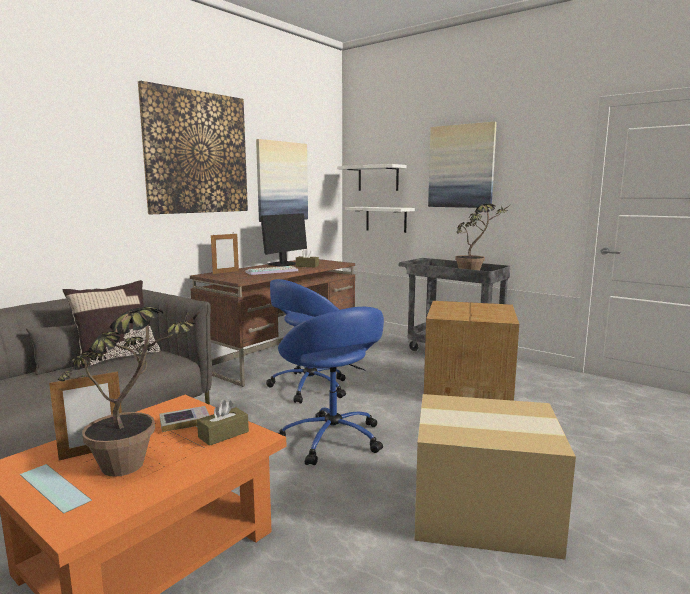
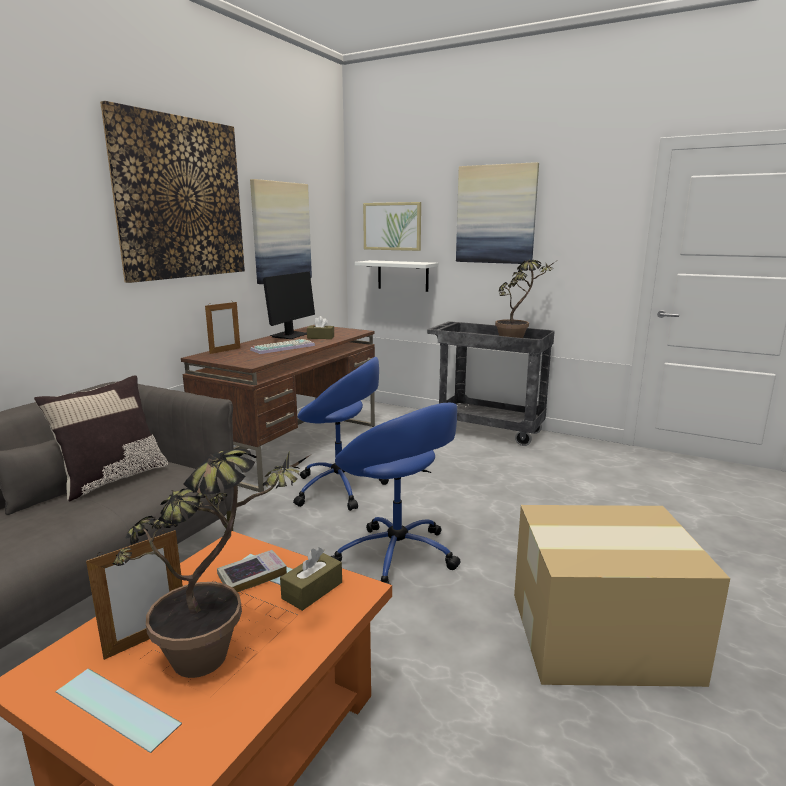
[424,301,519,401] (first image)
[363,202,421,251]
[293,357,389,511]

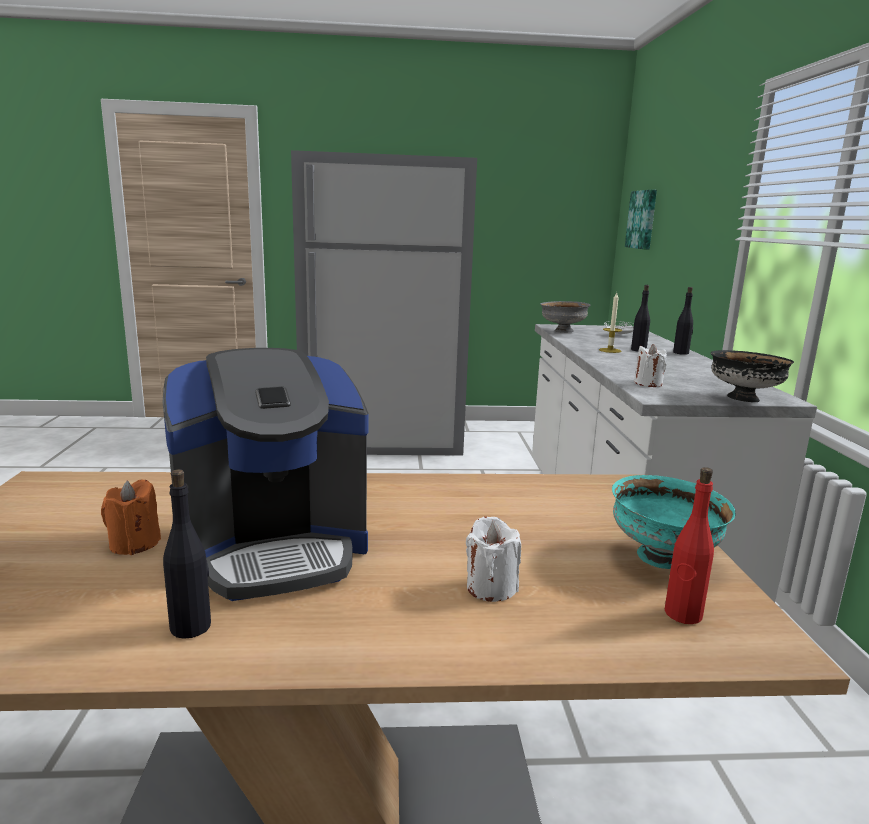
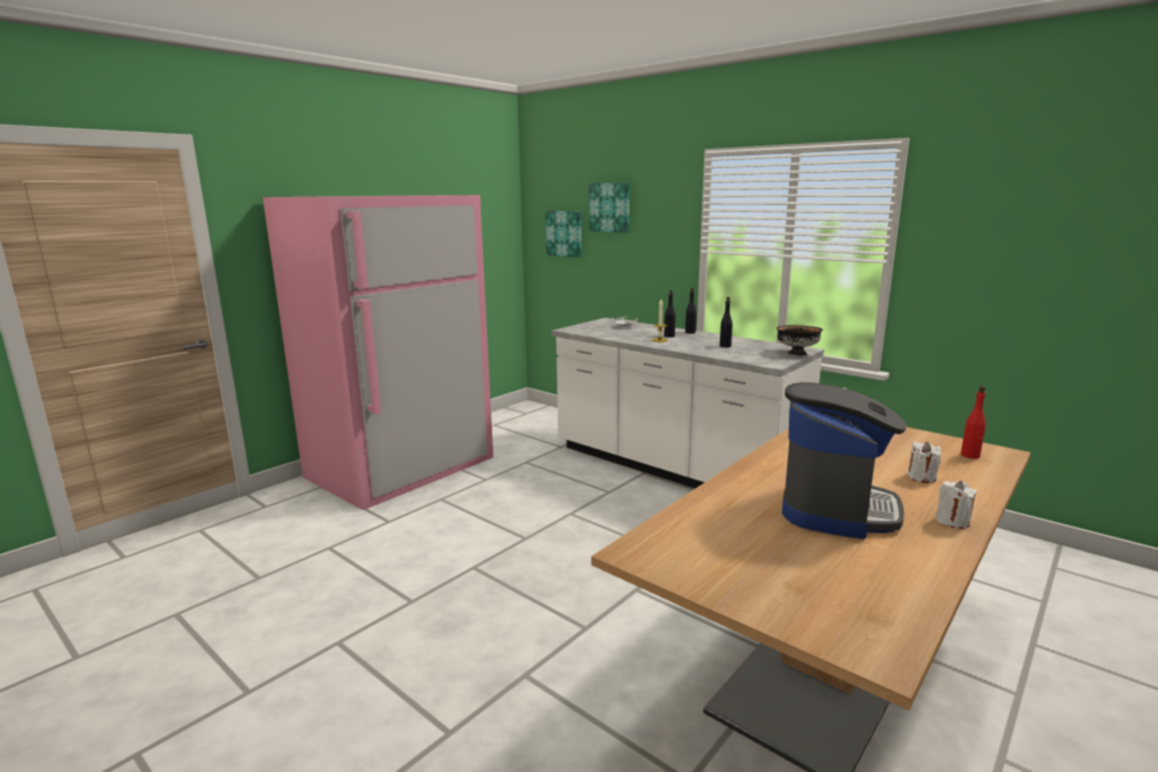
[101,479,161,555] (first image)
[540,301,590,332] (first image)
[612,475,736,569] (first image)
[589,183,629,233]
[720,297,733,348]
[935,481,977,528]
[263,195,493,510]

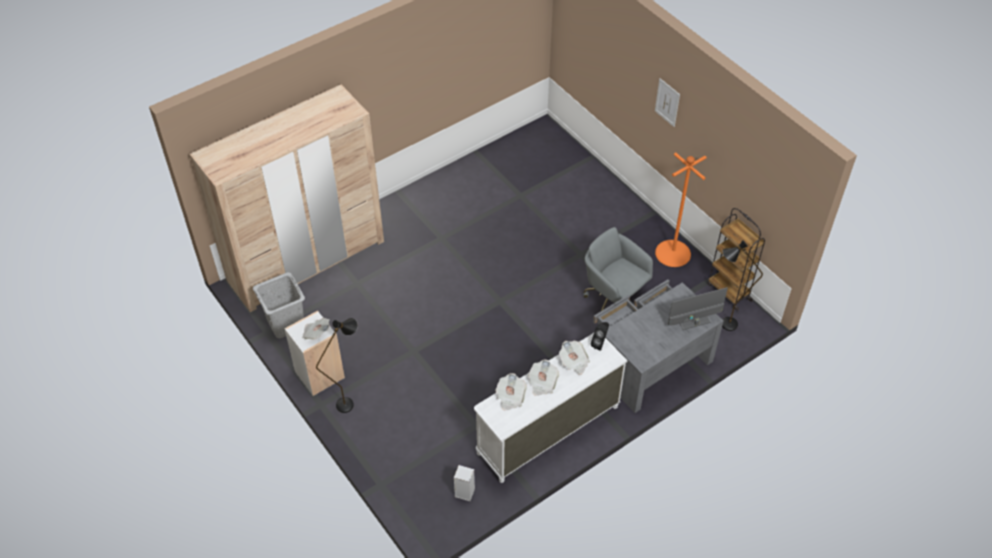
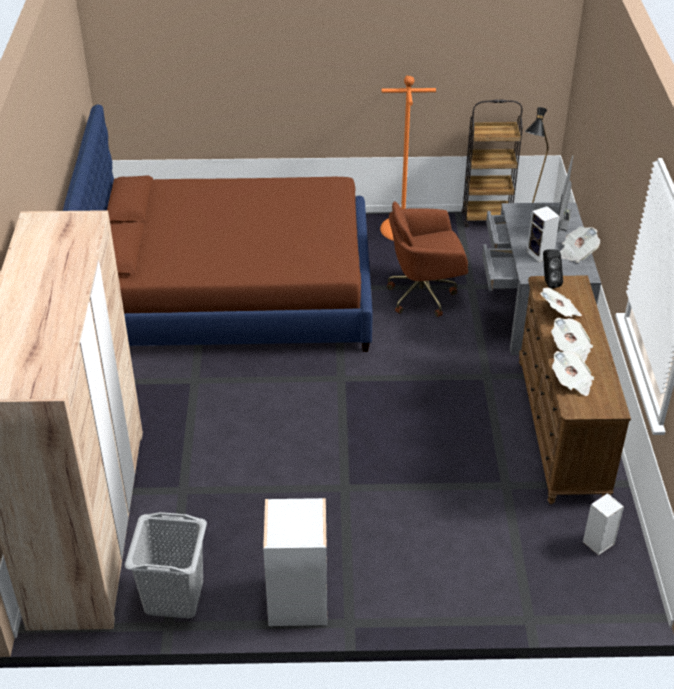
[316,318,358,413] (first image)
[655,78,680,127] (first image)
[63,104,373,352]
[527,206,560,262]
[560,227,600,263]
[519,275,631,504]
[387,201,468,317]

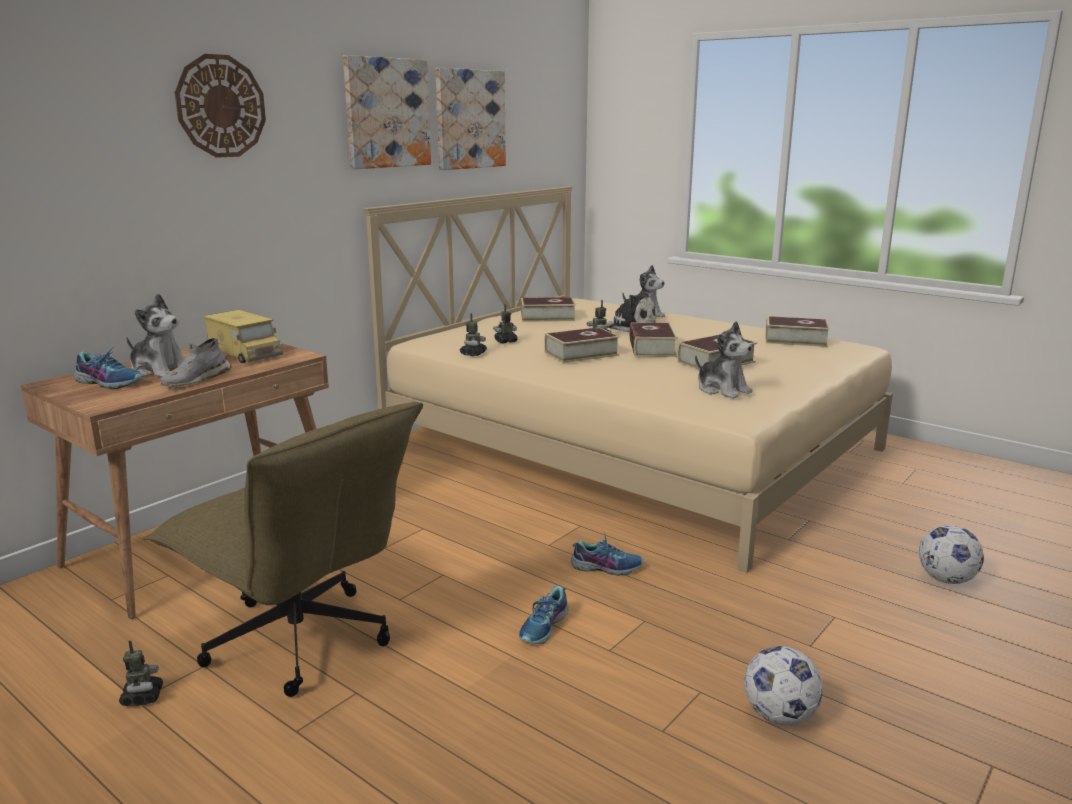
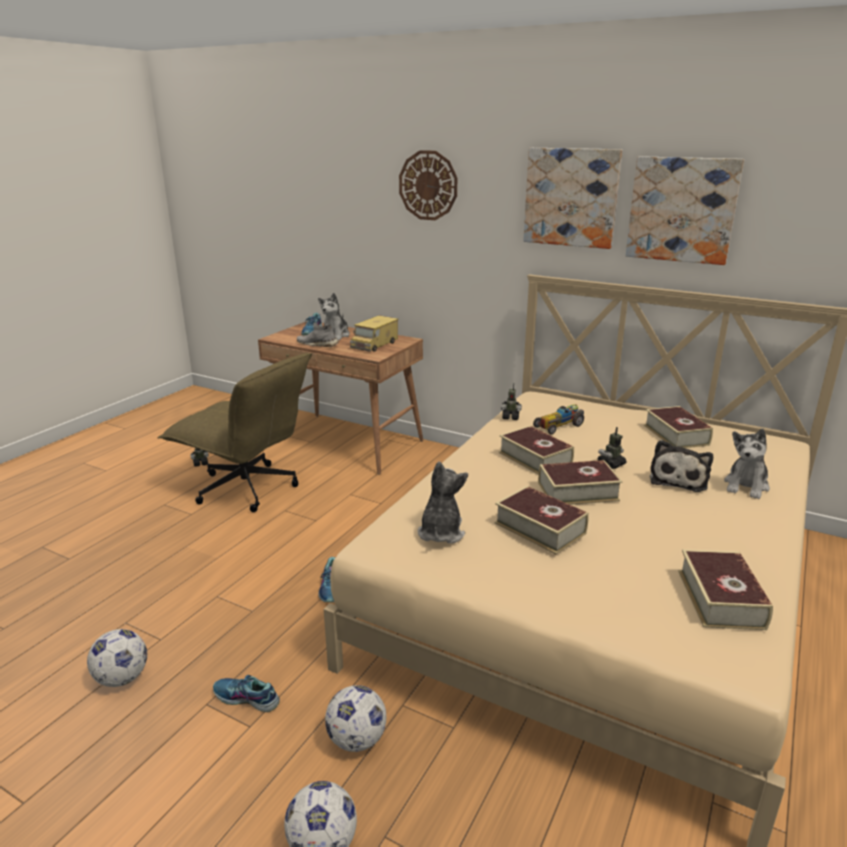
[325,685,386,752]
[213,675,280,712]
[533,404,584,435]
[157,353,312,512]
[418,461,468,544]

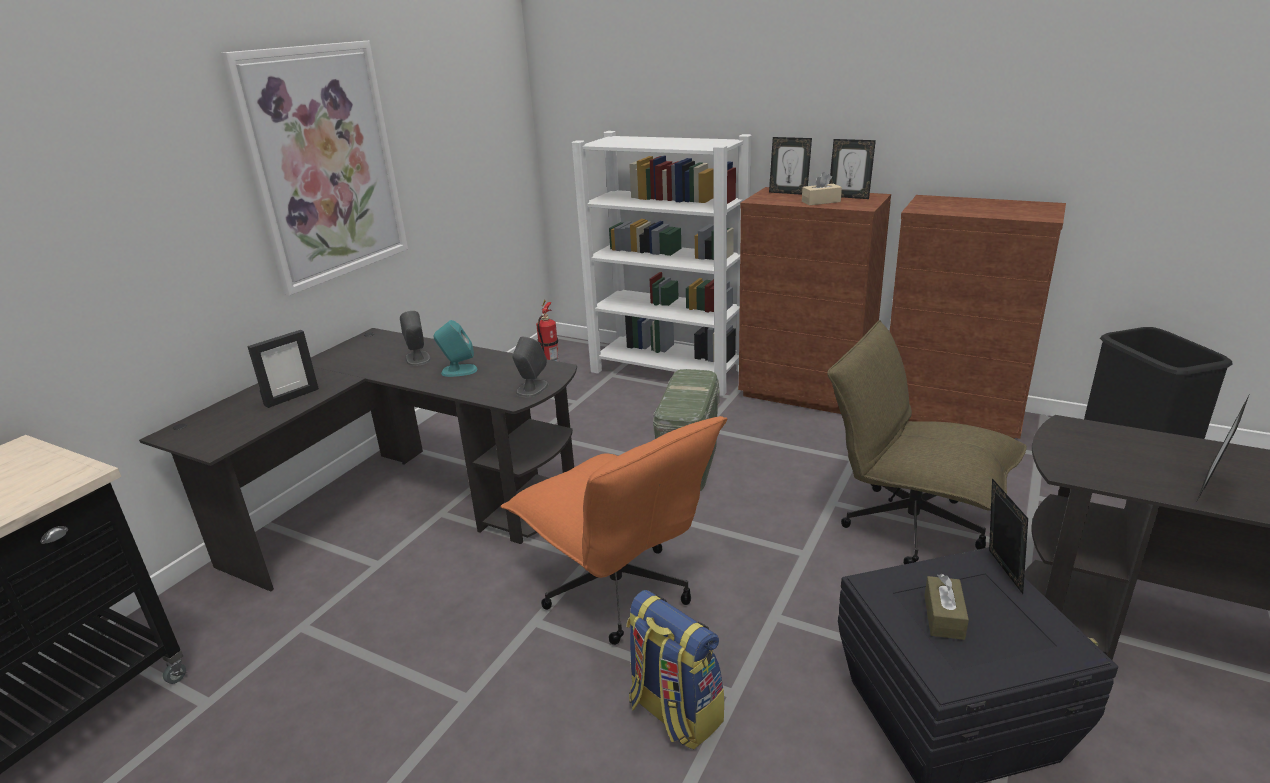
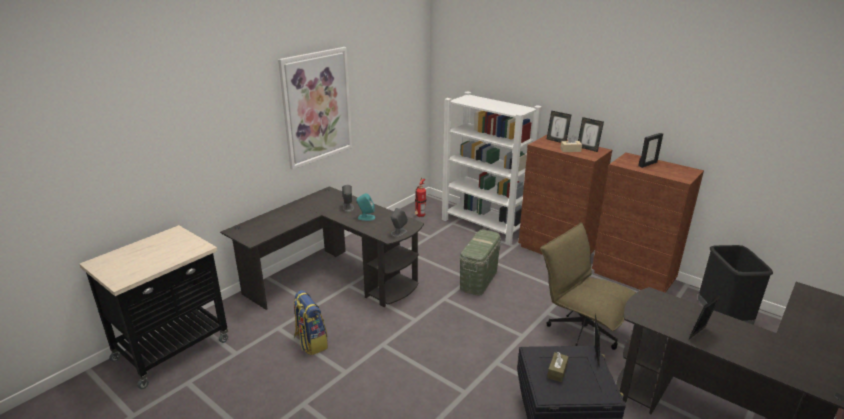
[500,416,727,645] (first image)
[638,133,663,168]
[293,290,328,355]

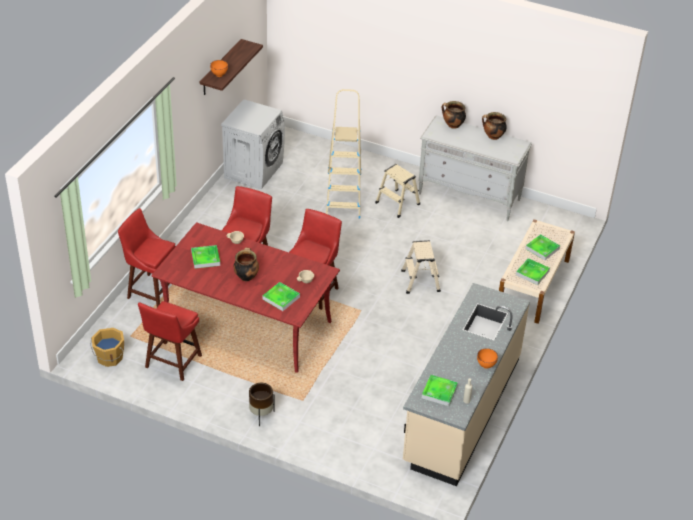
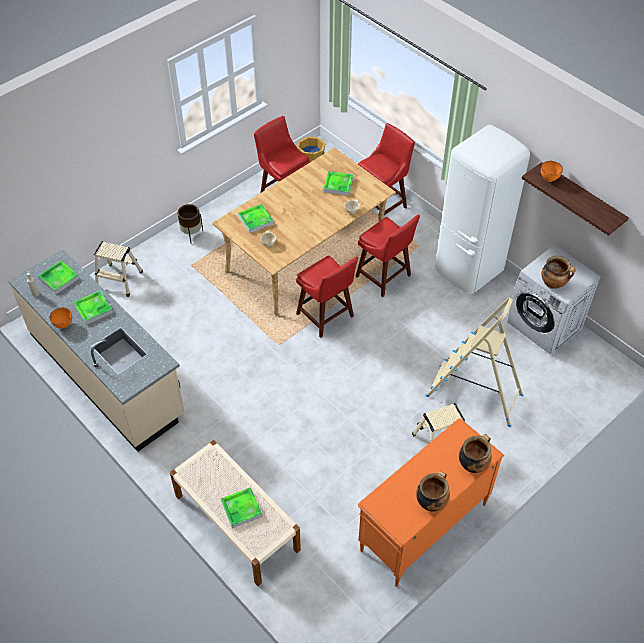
[435,125,530,294]
[542,256,576,289]
[94,241,143,297]
[73,290,113,325]
[212,148,396,316]
[358,419,504,587]

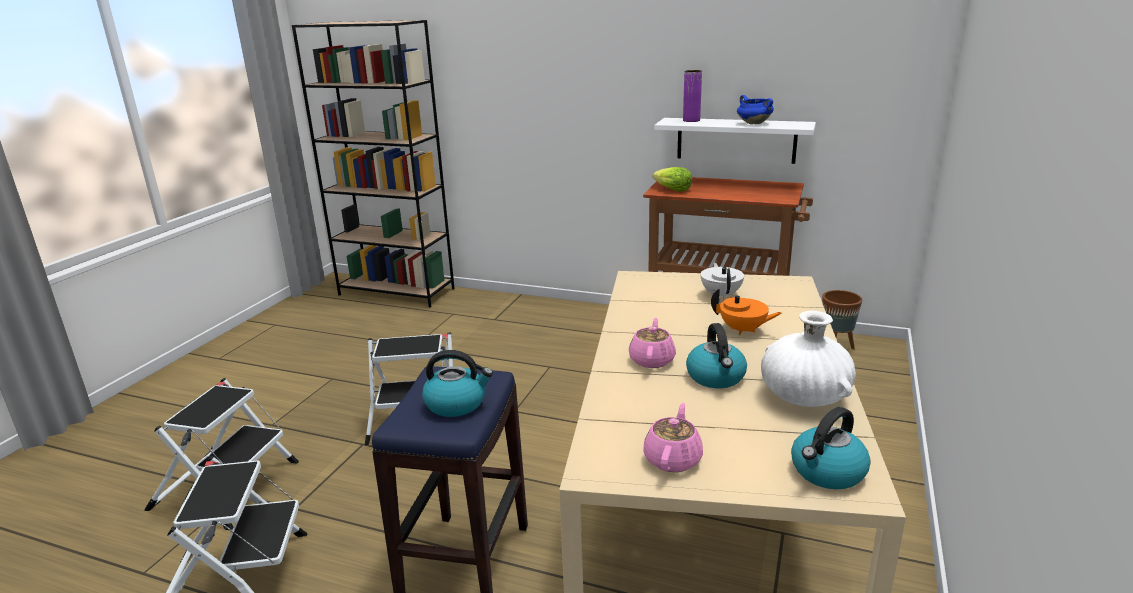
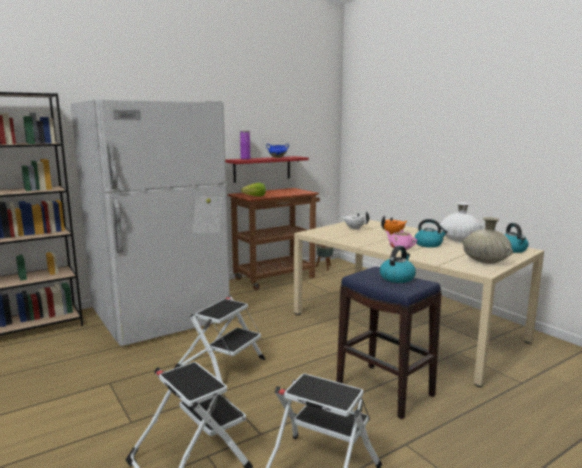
[71,100,230,346]
[462,217,513,264]
[225,156,309,183]

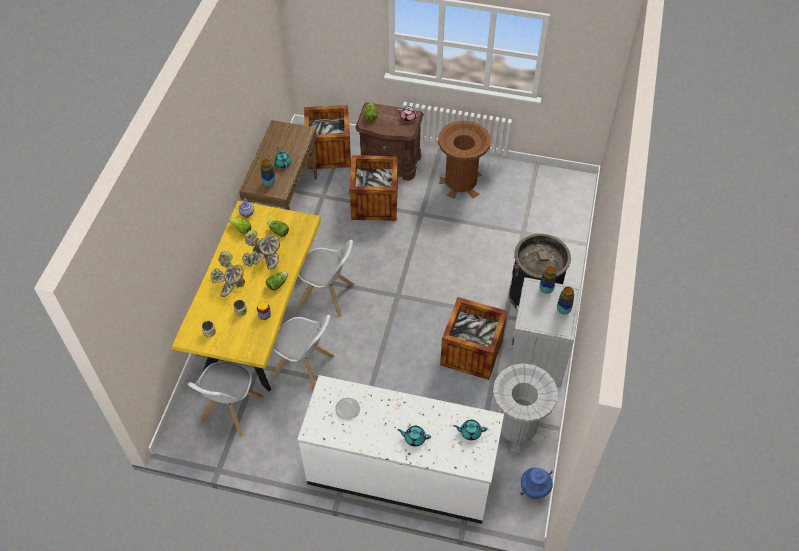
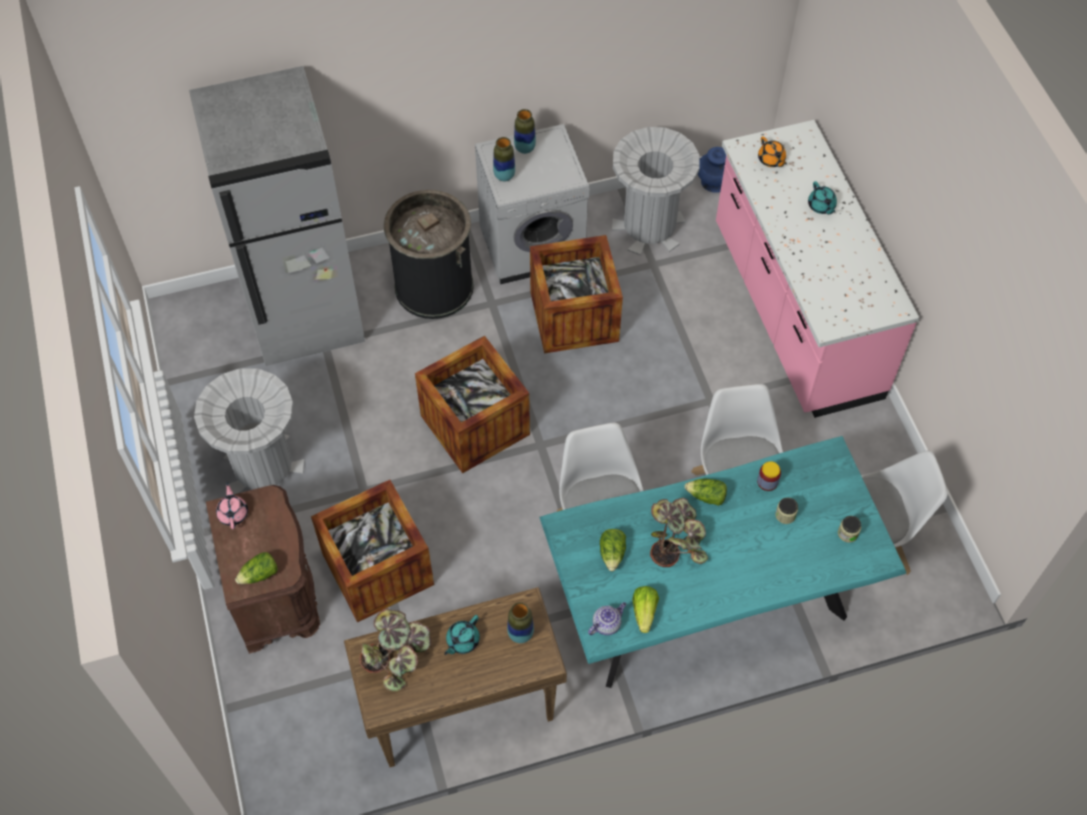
[335,398,360,420] (first image)
[189,66,365,366]
[360,608,431,692]
[415,336,530,473]
[539,436,906,688]
[716,120,920,418]
[194,368,305,494]
[758,136,787,167]

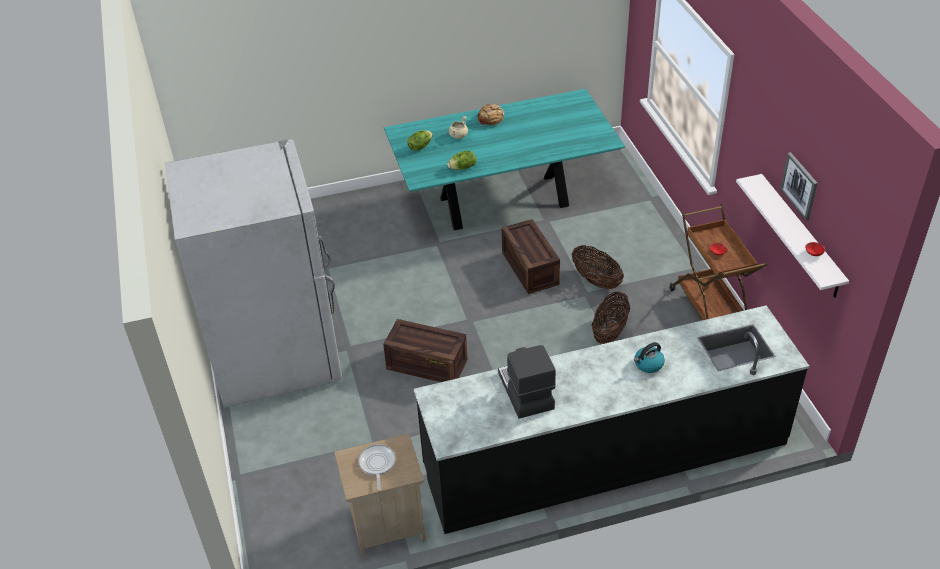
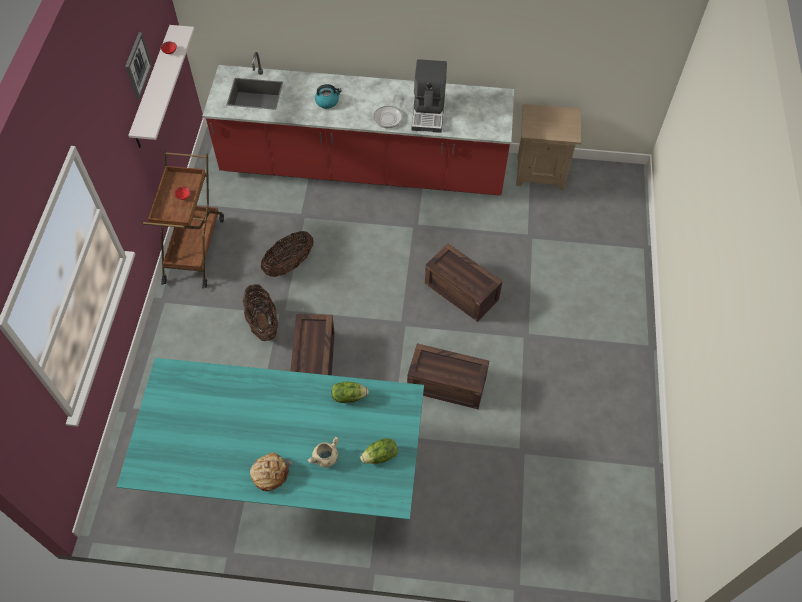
[165,140,342,408] (first image)
[407,343,489,409]
[374,94,402,128]
[202,52,514,195]

